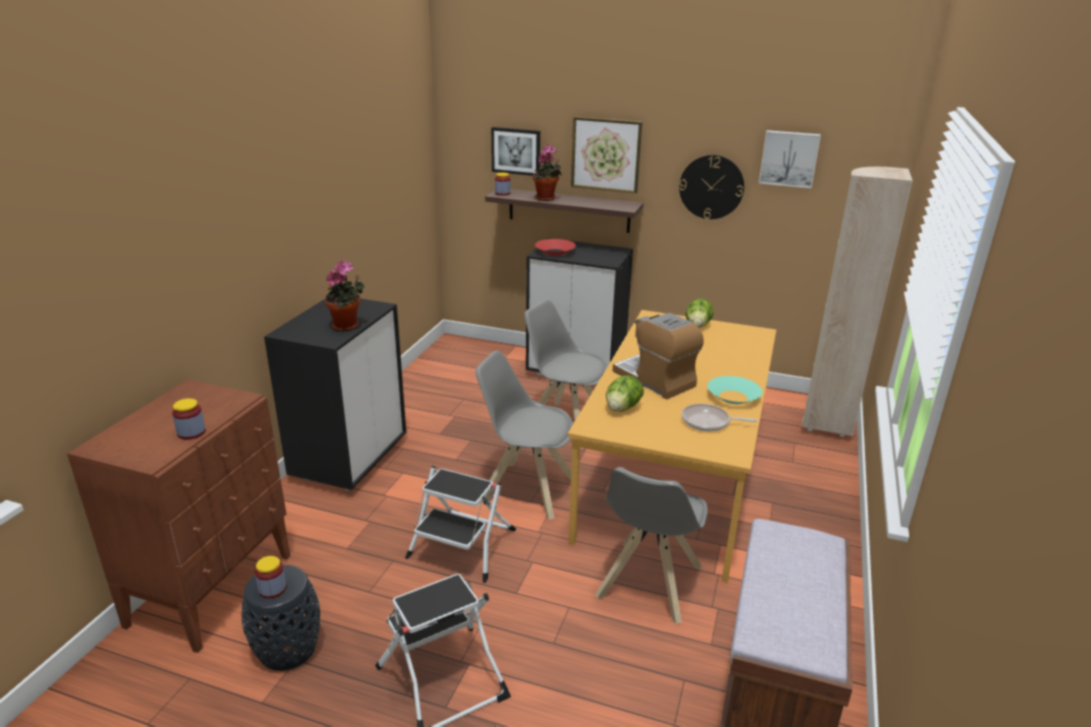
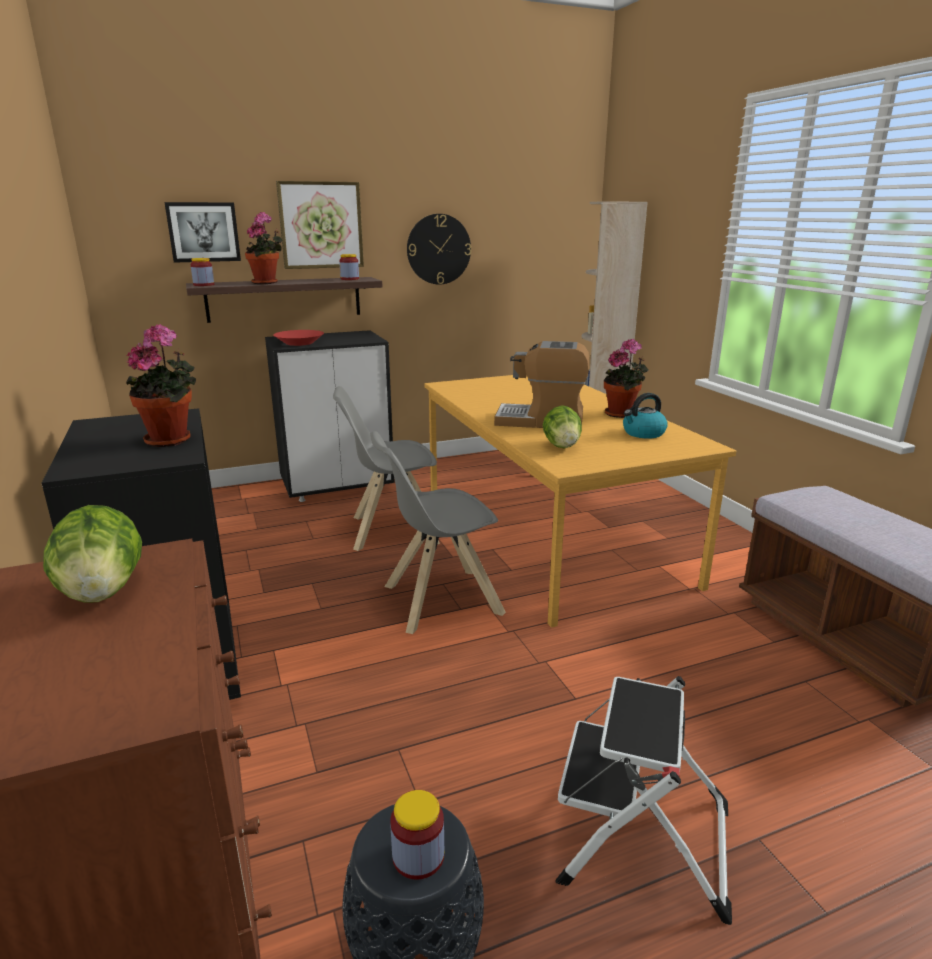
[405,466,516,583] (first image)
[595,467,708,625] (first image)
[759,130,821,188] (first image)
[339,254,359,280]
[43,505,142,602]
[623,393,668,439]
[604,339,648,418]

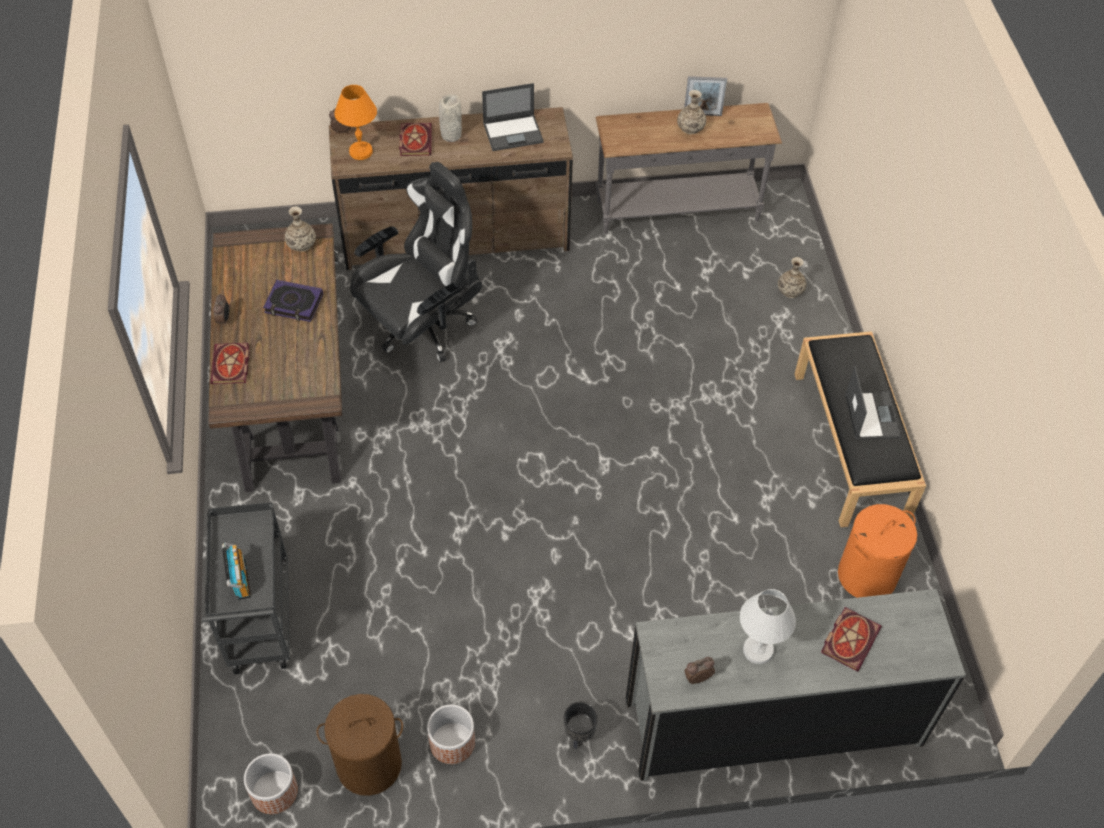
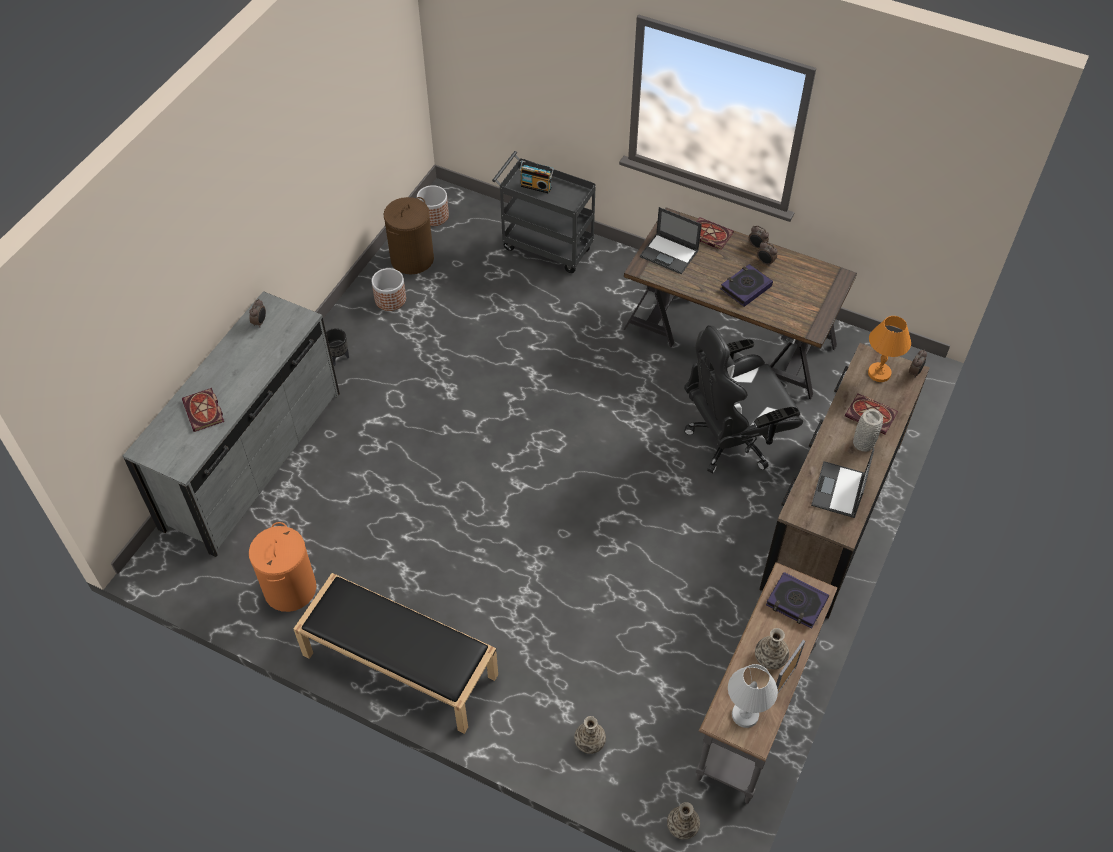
[757,241,777,265]
[766,572,829,629]
[667,802,700,840]
[728,664,778,728]
[640,207,702,274]
[684,325,803,473]

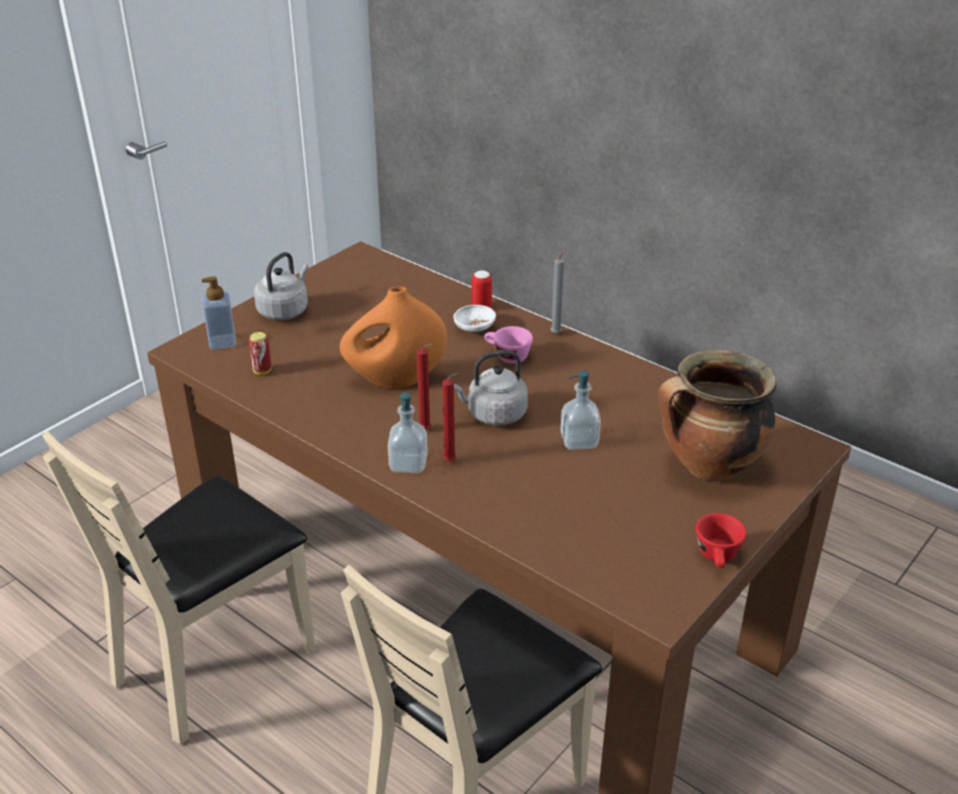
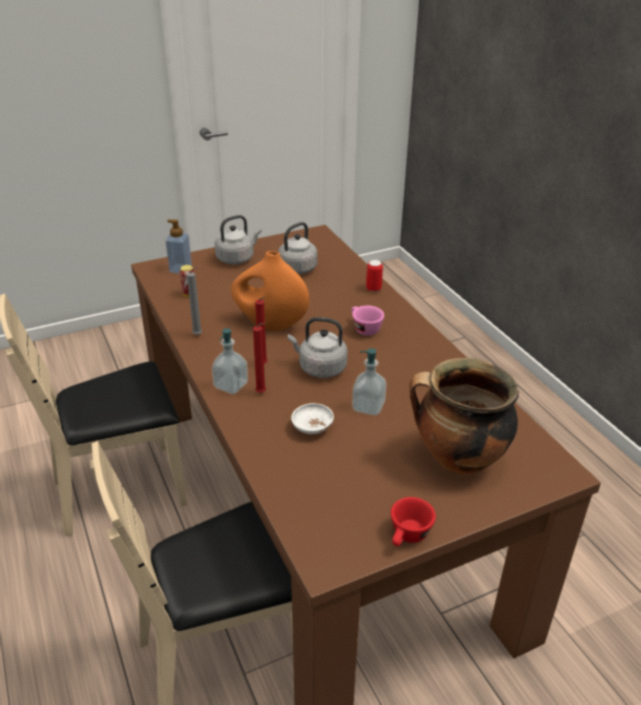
[278,222,317,274]
[291,403,334,434]
[187,265,202,335]

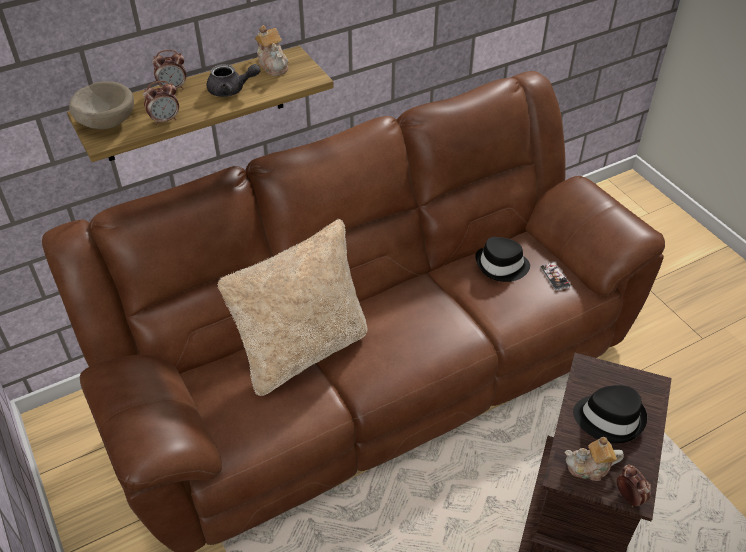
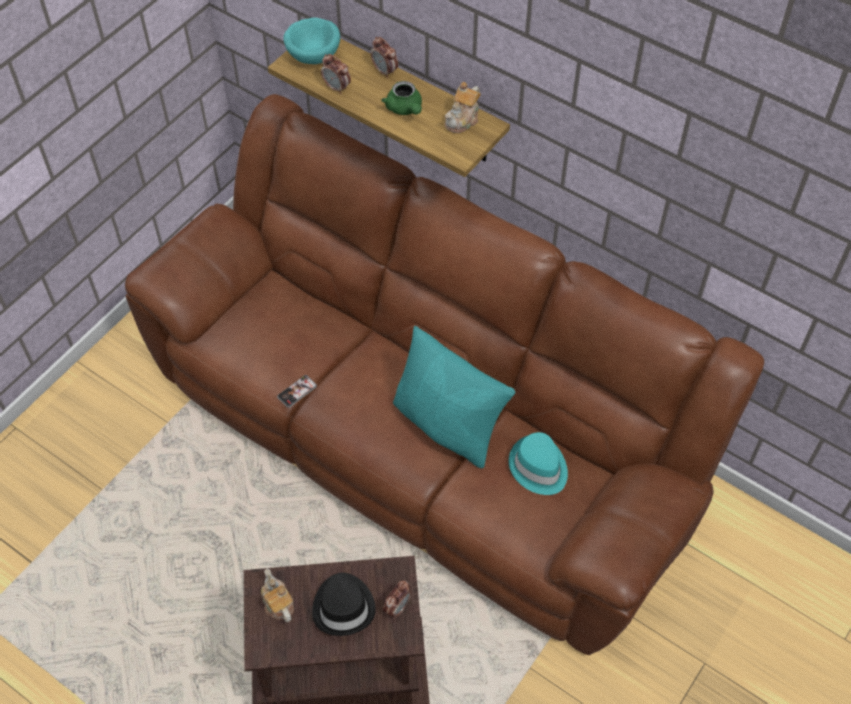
[217,219,367,396] (first image)
[393,326,515,468]
[277,375,317,408]
[383,580,411,618]
[284,17,340,64]
[382,81,422,115]
[509,432,568,495]

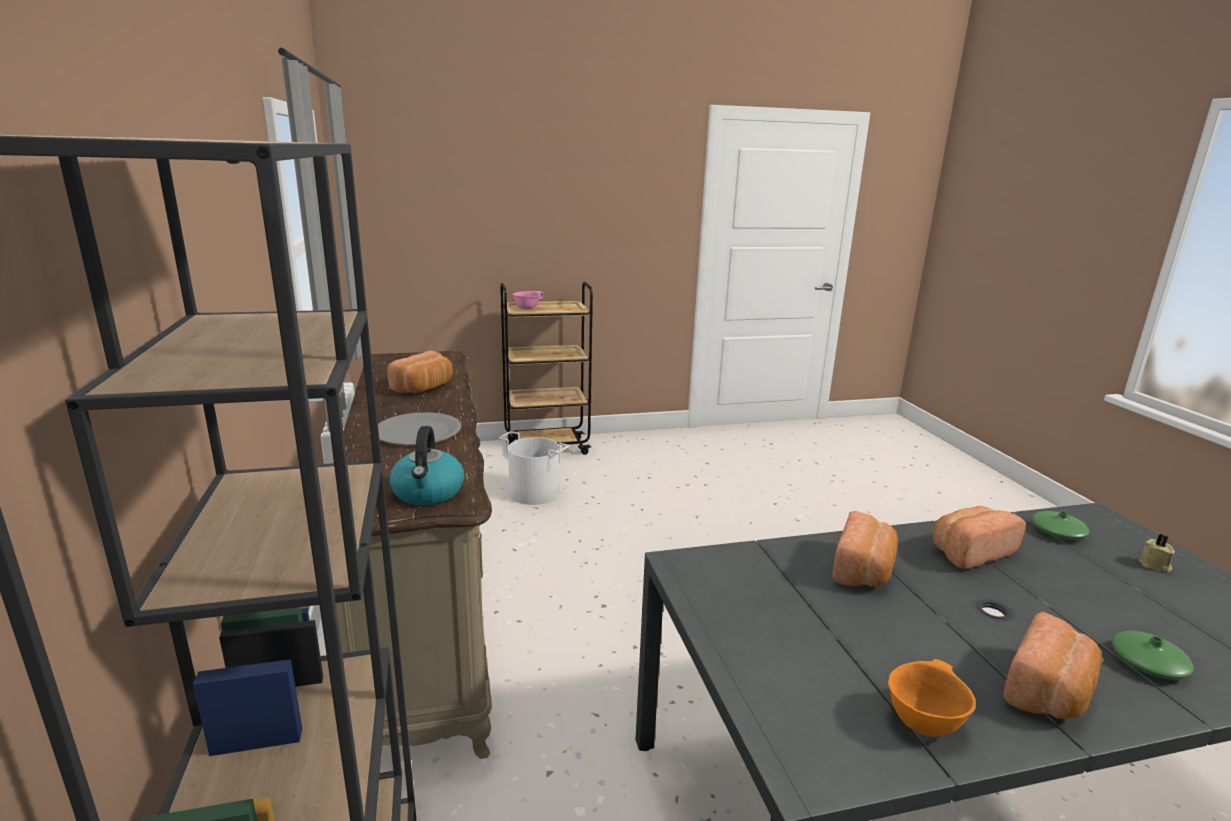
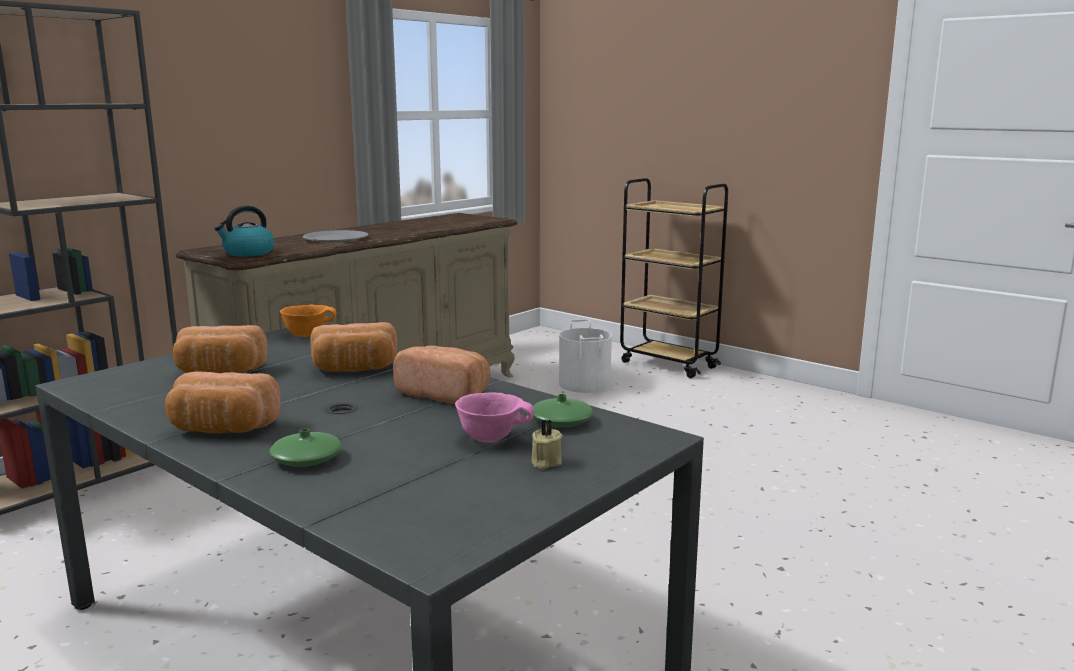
[173,325,268,373]
[455,392,535,443]
[280,304,337,337]

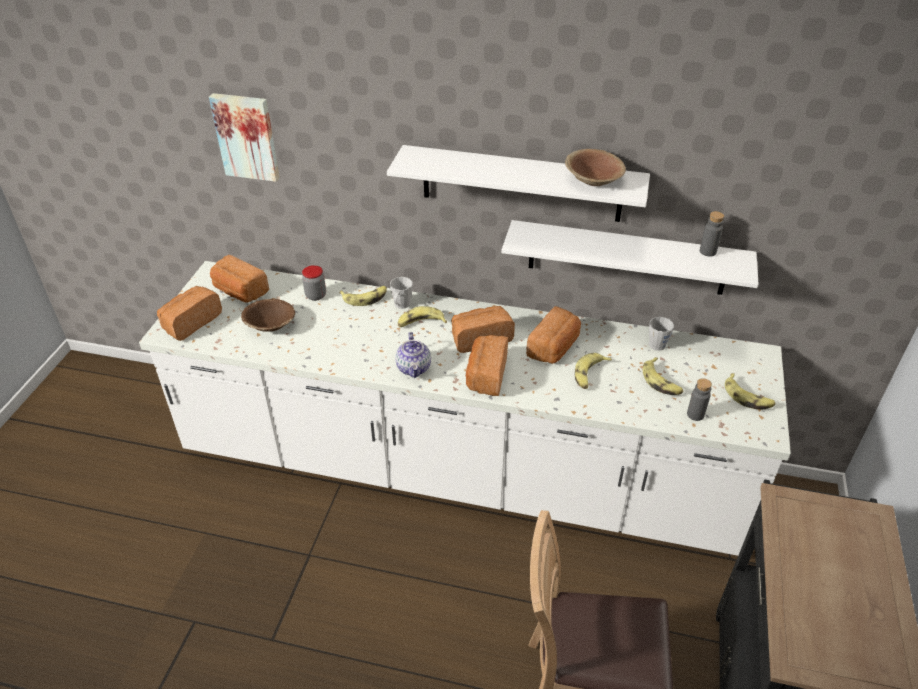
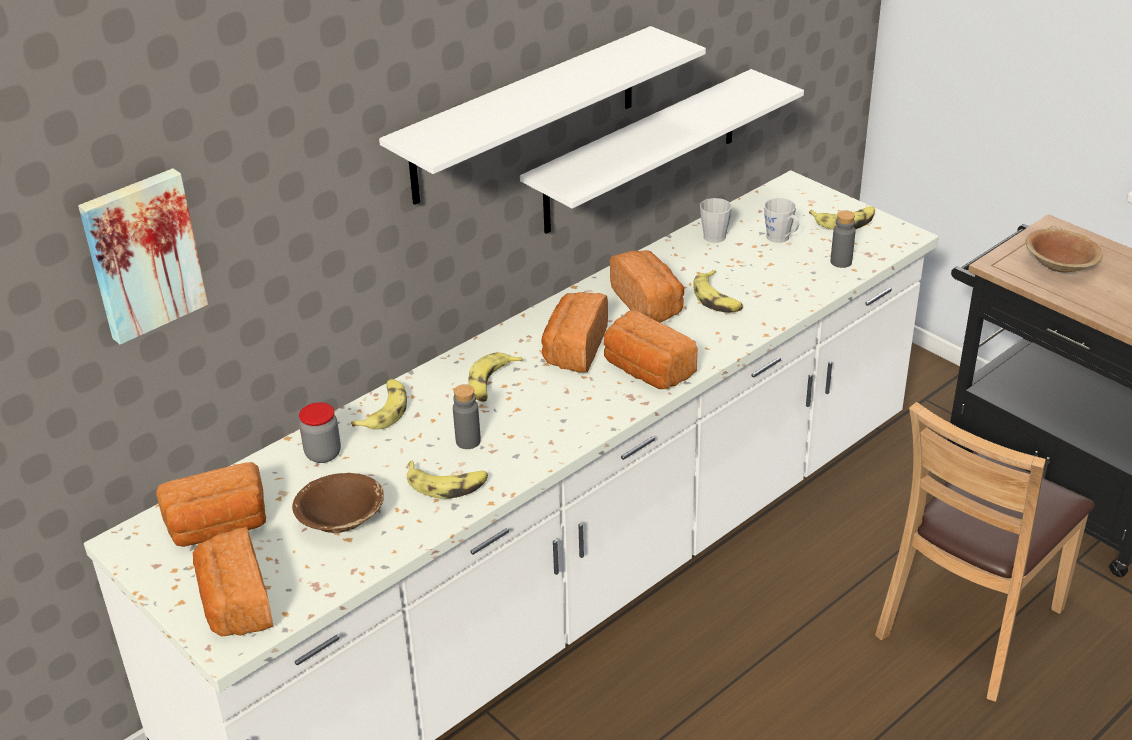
[395,332,431,378] (first image)
[764,198,799,243]
[1026,229,1103,272]
[407,461,488,499]
[453,384,481,449]

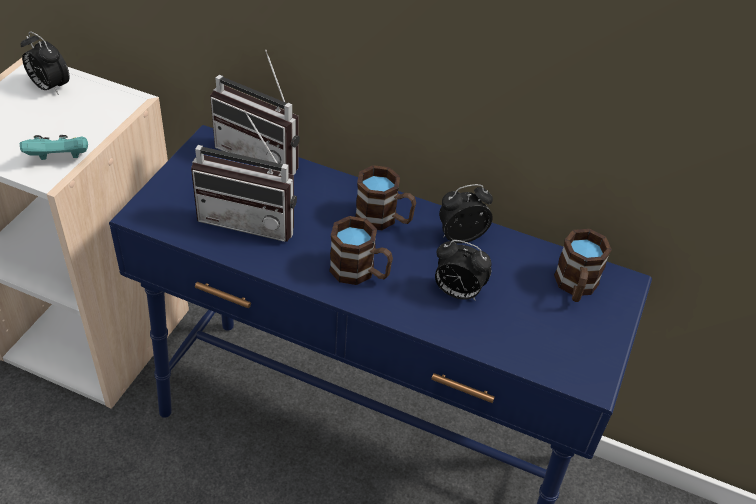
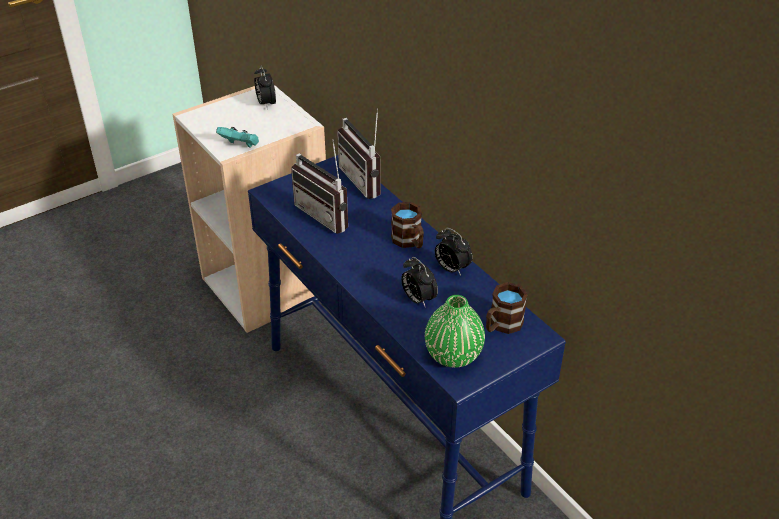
[329,216,393,285] (first image)
[425,295,485,368]
[435,228,473,276]

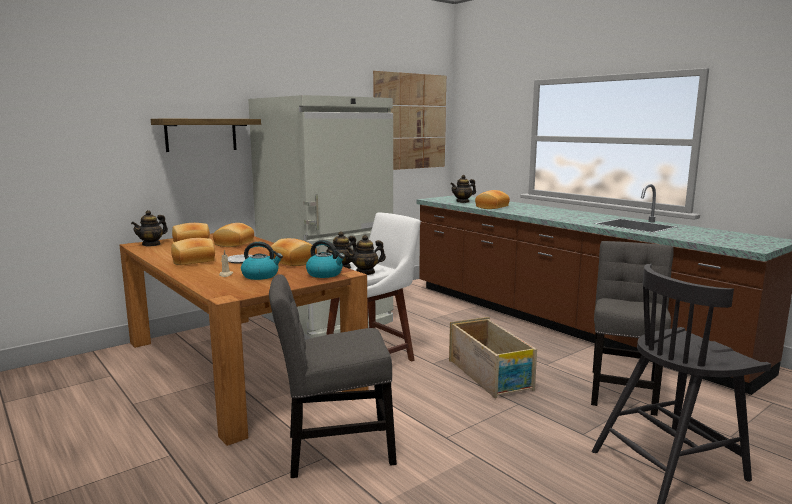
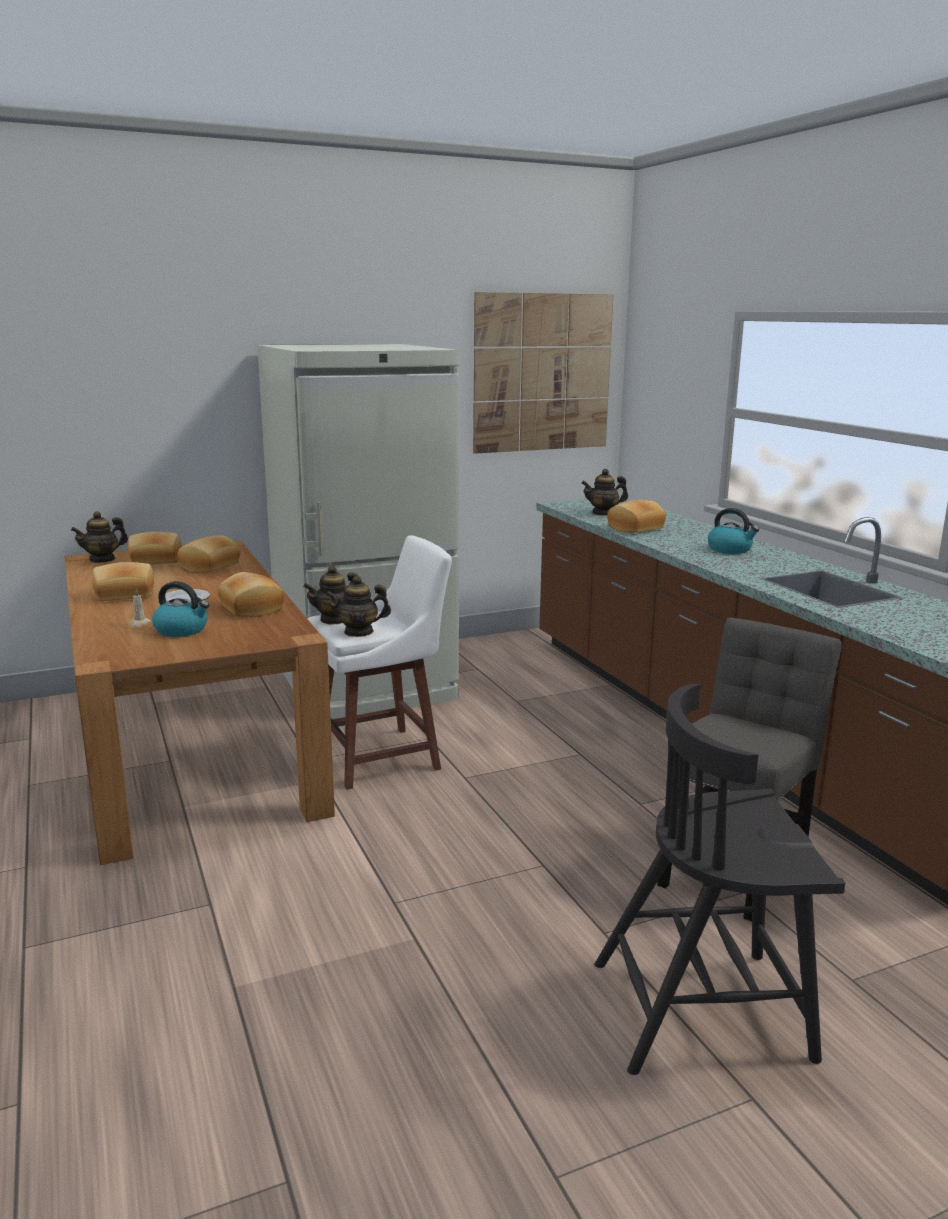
[151,119,261,152] (first image)
[269,274,397,478] (first image)
[449,317,537,398] (first image)
[708,508,759,554]

